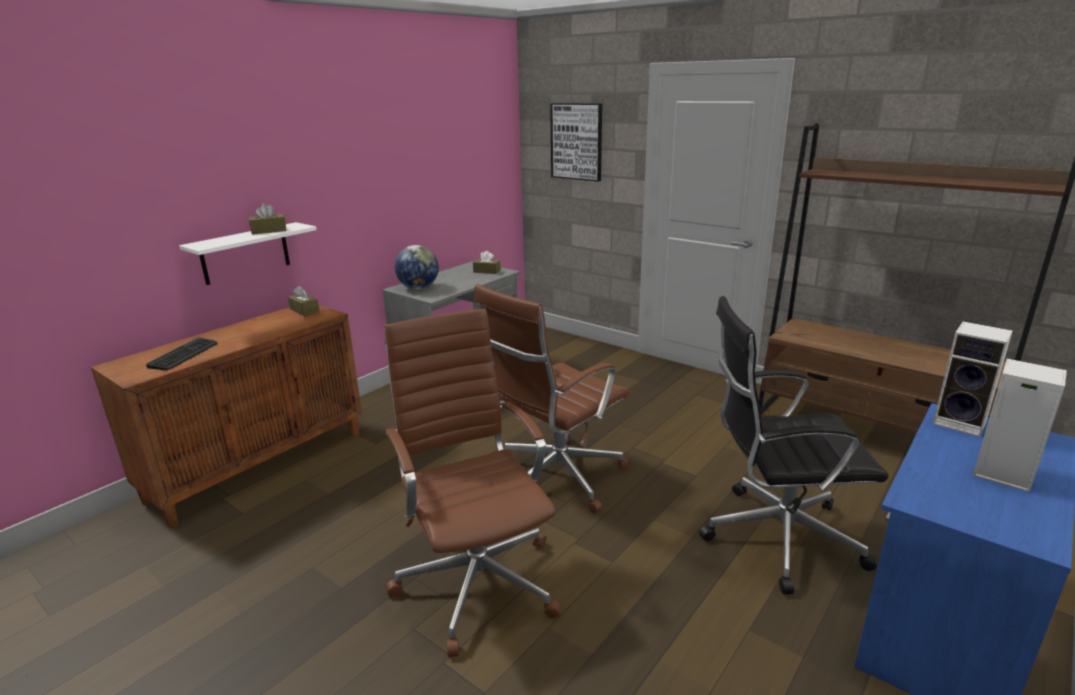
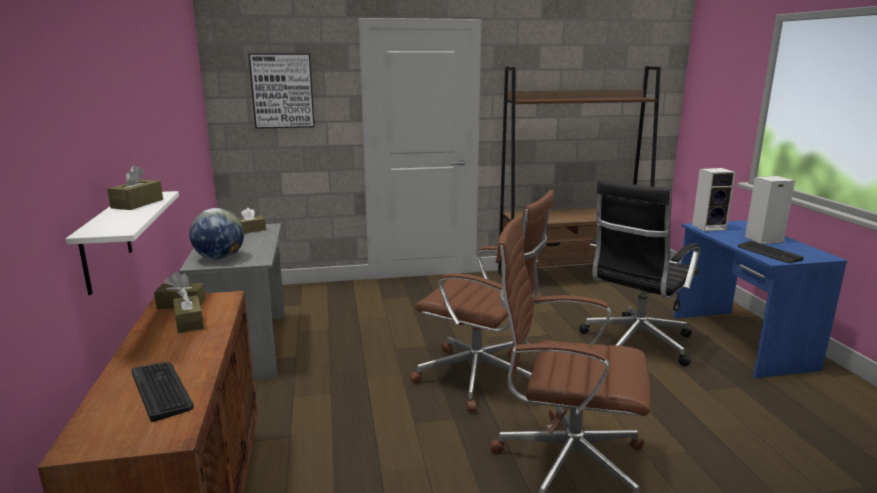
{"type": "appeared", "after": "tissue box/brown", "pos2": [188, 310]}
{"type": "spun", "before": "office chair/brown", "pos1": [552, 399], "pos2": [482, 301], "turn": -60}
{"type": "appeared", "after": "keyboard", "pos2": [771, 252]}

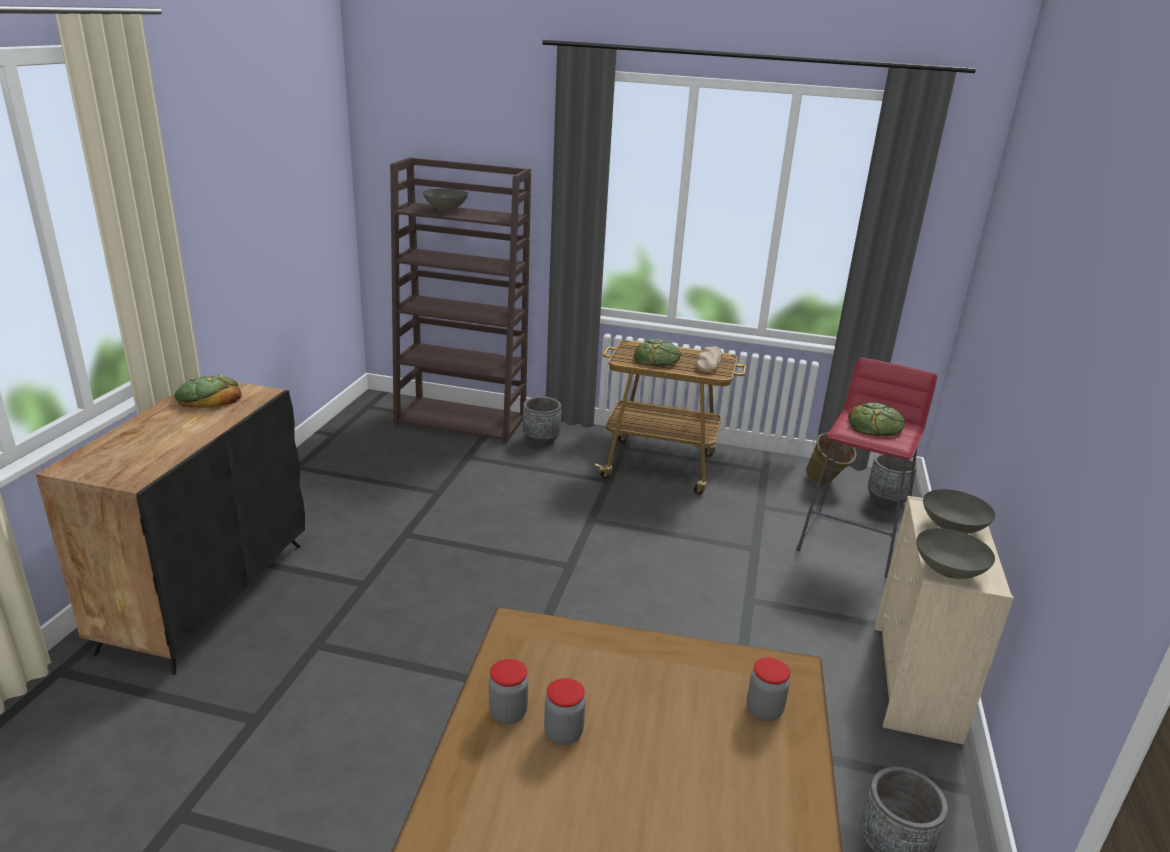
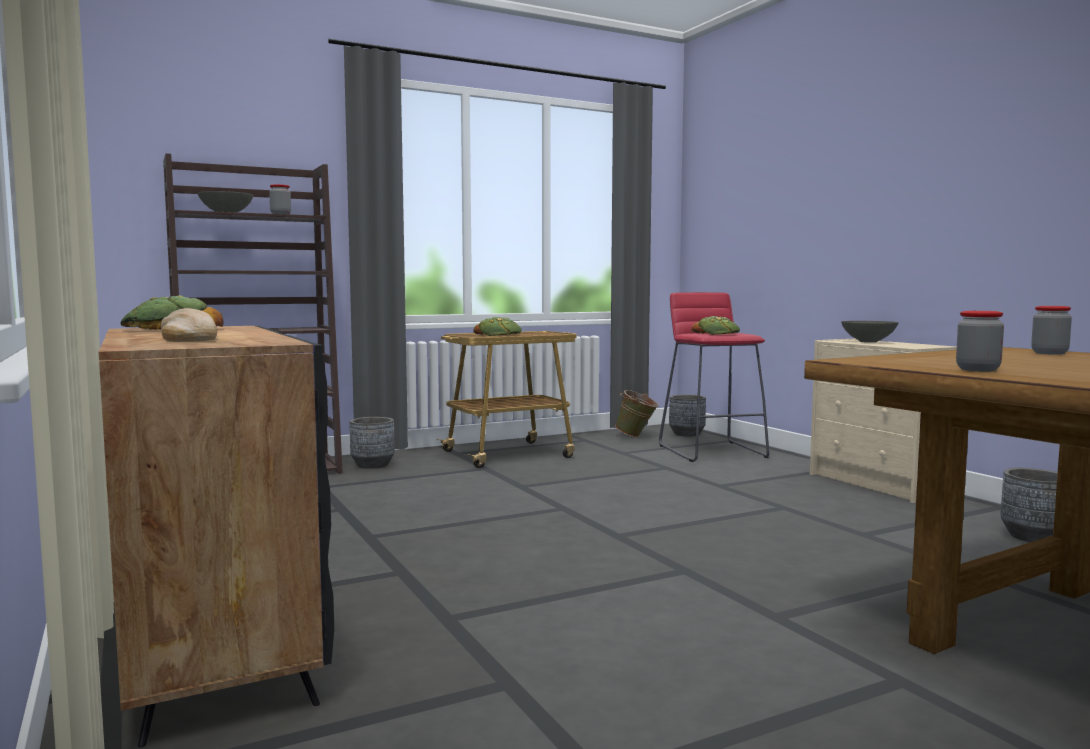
{"type": "relocated", "before": "bread", "pos1": [709, 359], "pos2": [189, 325]}
{"type": "relocated", "before": "jar", "pos1": [564, 711], "pos2": [280, 199]}
{"type": "missing", "before": "bowl/grey", "pos1": [955, 553]}

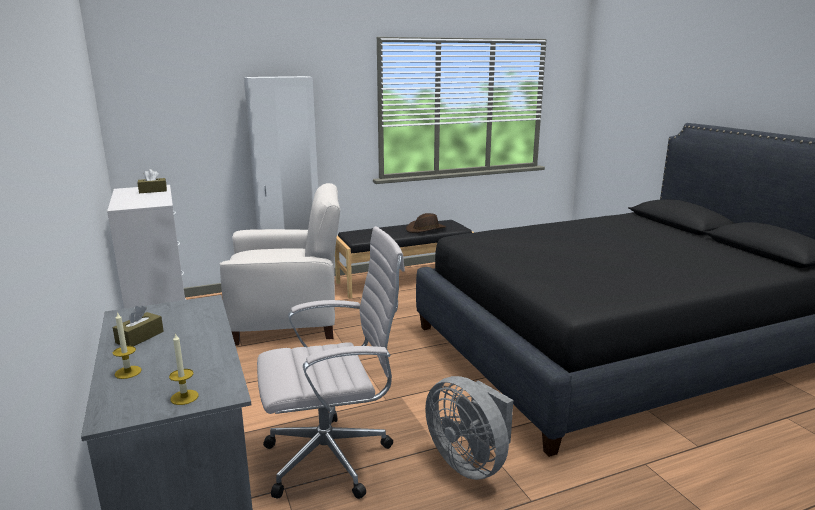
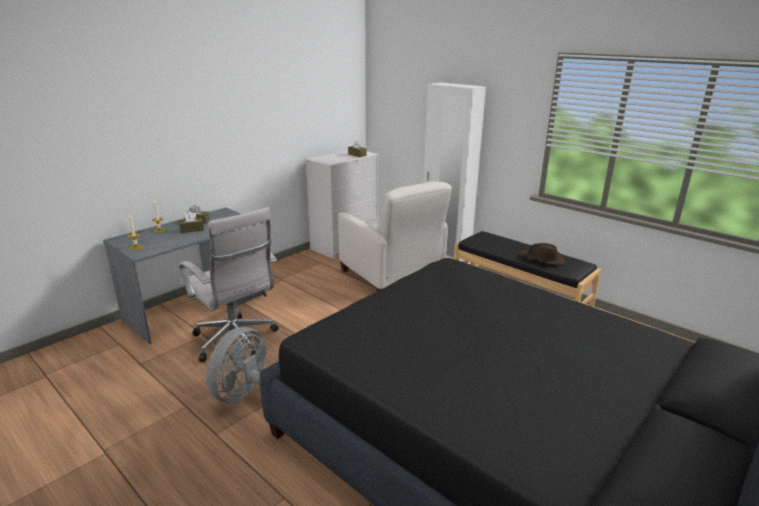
{"type": "appeared", "after": "tissue box/brown", "pos2": [191, 222]}

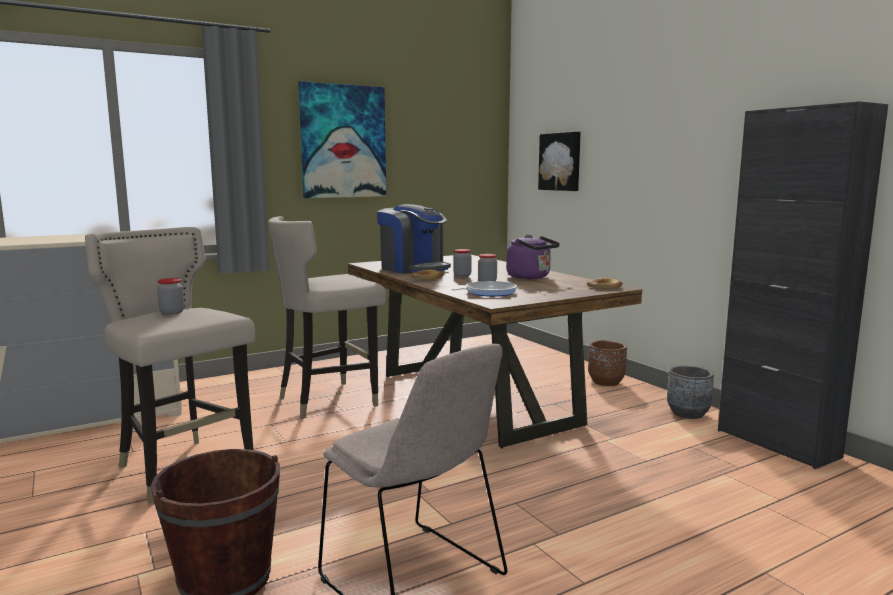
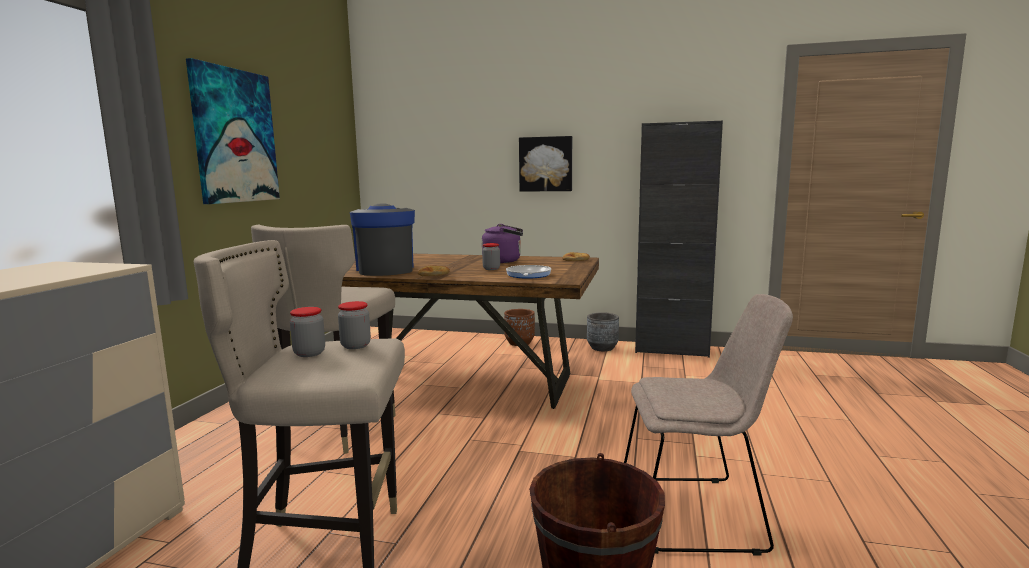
{"type": "relocated", "before": "jar", "pos1": [462, 263], "pos2": [354, 325]}
{"type": "spun", "before": "coffee machine", "pos1": [414, 239], "pos2": [382, 240], "turn": -105}
{"type": "relocated", "before": "picture", "pos1": [559, 161], "pos2": [545, 163]}

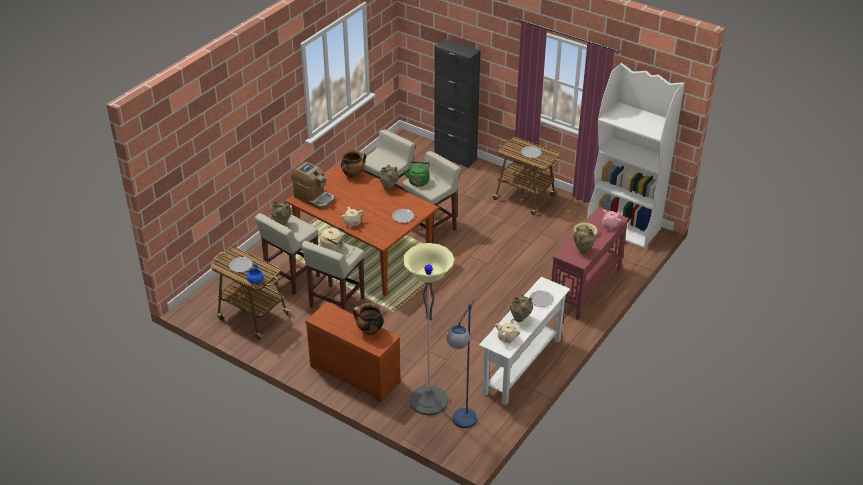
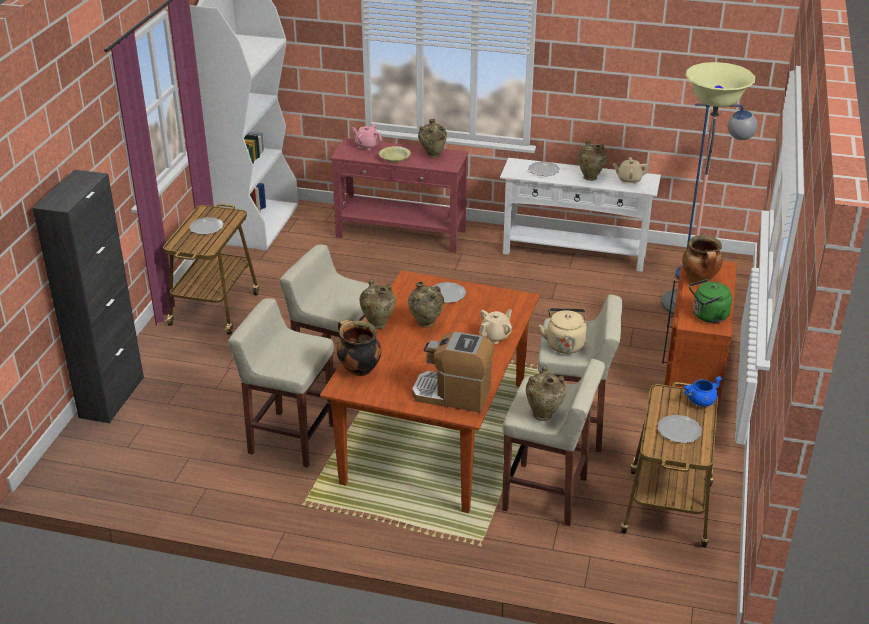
{"type": "appeared", "after": "vase/beige", "pos2": [426, 305]}
{"type": "spun", "before": "coffee machine", "pos1": [312, 186], "pos2": [453, 371], "turn": -90}
{"type": "relocated", "before": "kettle/green", "pos1": [417, 174], "pos2": [710, 301]}

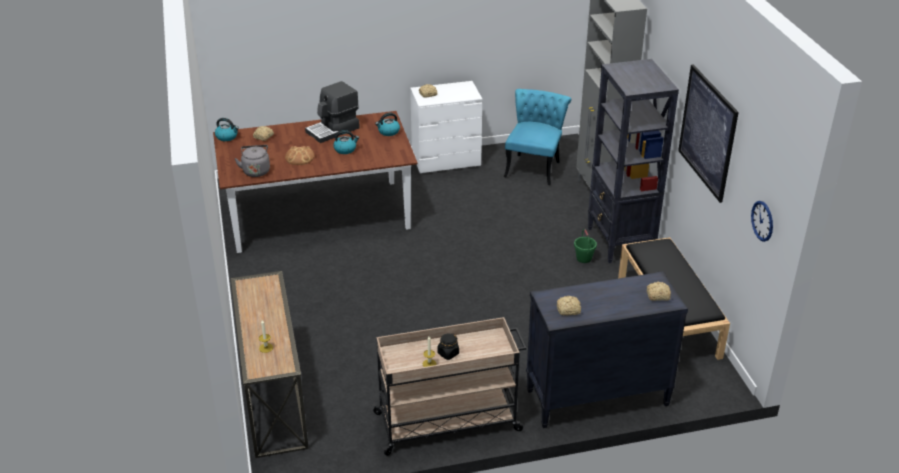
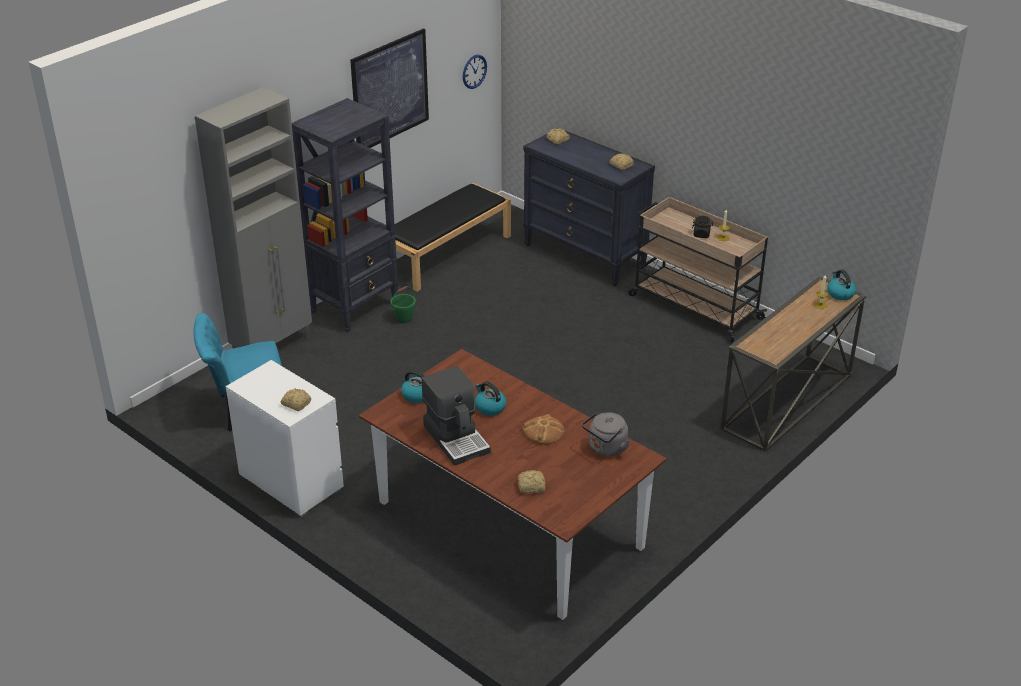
{"type": "spun", "before": "coffee machine", "pos1": [332, 112], "pos2": [456, 416], "turn": 45}
{"type": "relocated", "before": "kettle", "pos1": [227, 129], "pos2": [841, 285]}

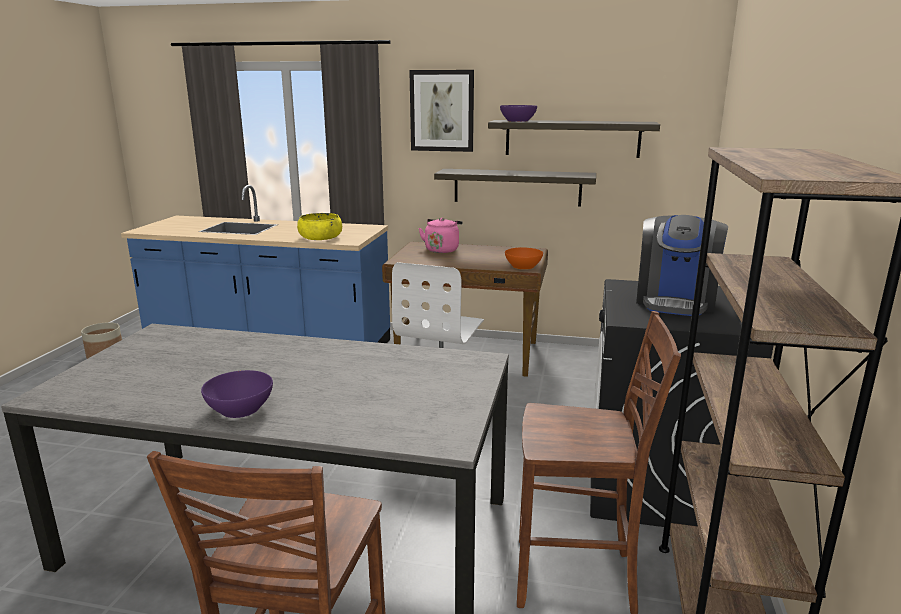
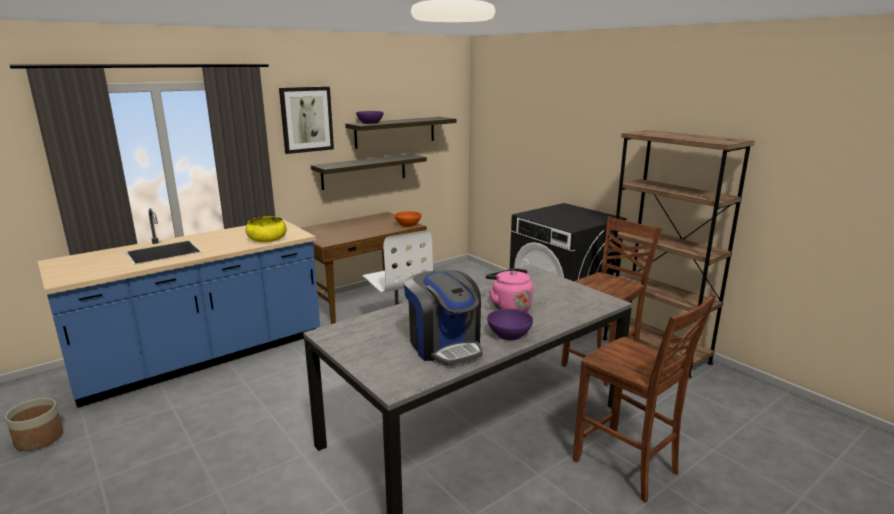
{"type": "relocated", "before": "coffee machine", "pos1": [682, 265], "pos2": [443, 318]}
{"type": "relocated", "before": "kettle/pink", "pos1": [440, 235], "pos2": [509, 289]}

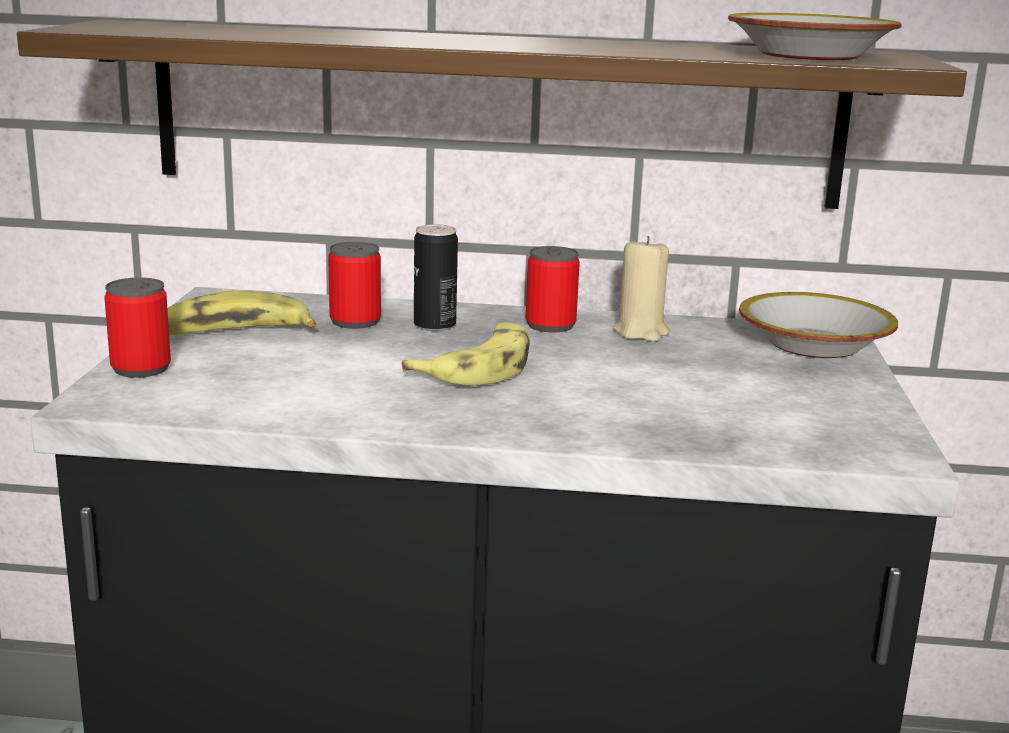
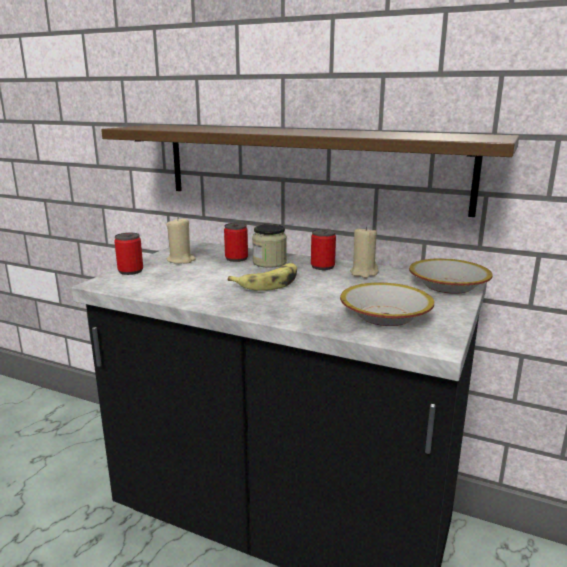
{"type": "exchanged", "before": "banana", "after": "candle/beige", "pos1": [241, 312], "pos2": [181, 241]}
{"type": "exchanged", "before": "can", "after": "jar", "pos1": [436, 277], "pos2": [269, 246]}
{"type": "relocated", "before": "bowl", "pos1": [815, 36], "pos2": [387, 304]}

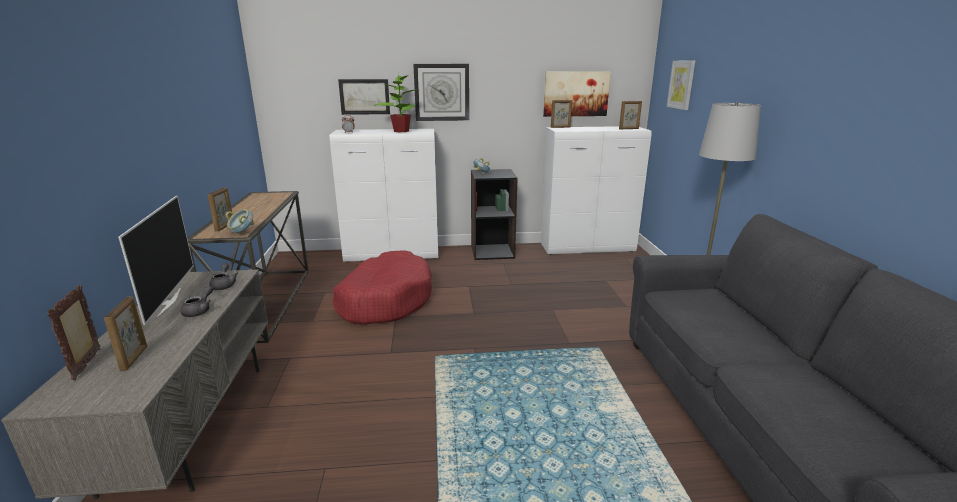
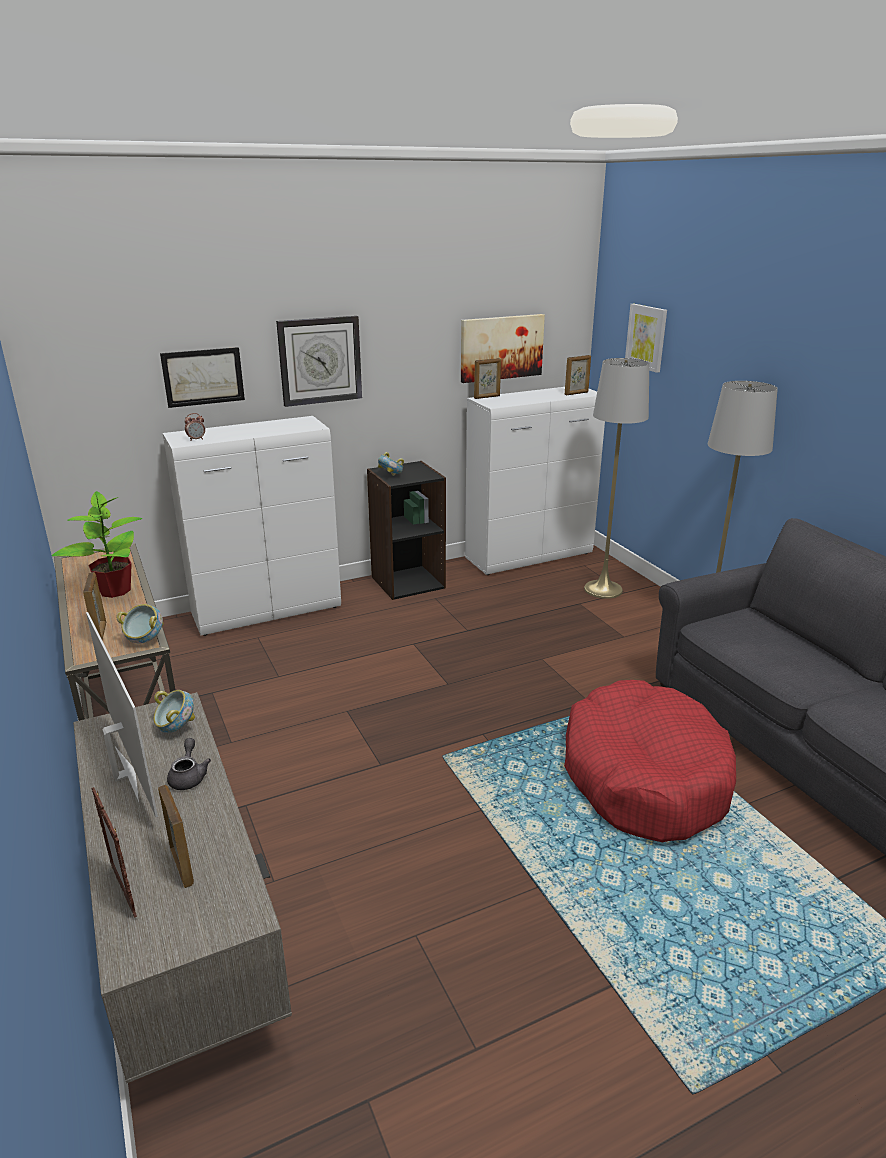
{"type": "relocated", "before": "potted plant", "pos1": [396, 103], "pos2": [97, 544]}
{"type": "exchanged", "before": "teapot/grey", "after": "bowl", "pos1": [223, 276], "pos2": [174, 711]}
{"type": "relocated", "before": "dog bed/red", "pos1": [382, 287], "pos2": [650, 761]}
{"type": "appeared", "after": "floor lamp/grey", "pos2": [616, 478]}

